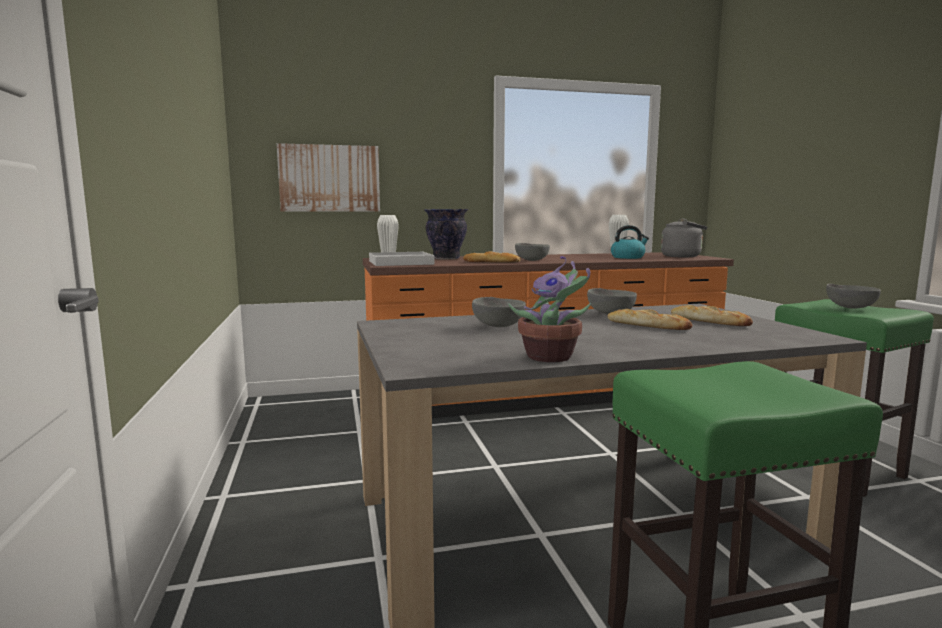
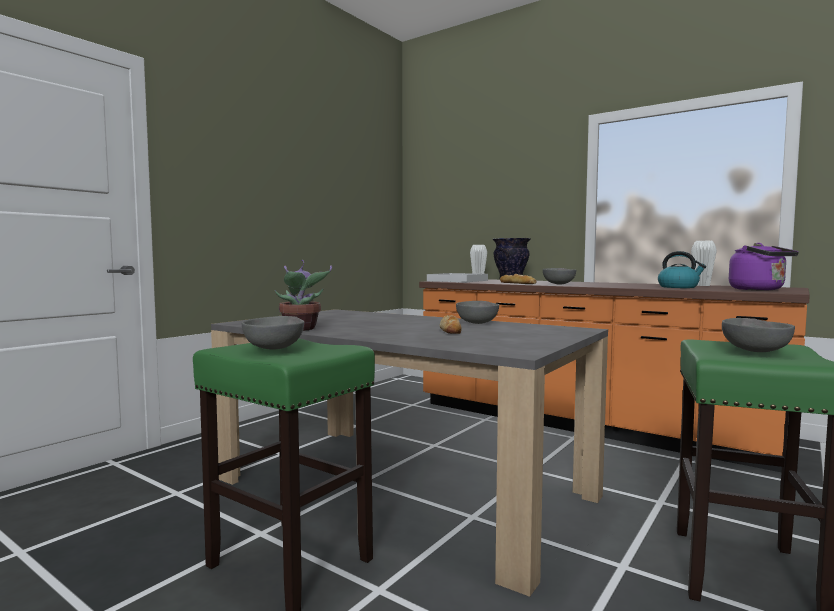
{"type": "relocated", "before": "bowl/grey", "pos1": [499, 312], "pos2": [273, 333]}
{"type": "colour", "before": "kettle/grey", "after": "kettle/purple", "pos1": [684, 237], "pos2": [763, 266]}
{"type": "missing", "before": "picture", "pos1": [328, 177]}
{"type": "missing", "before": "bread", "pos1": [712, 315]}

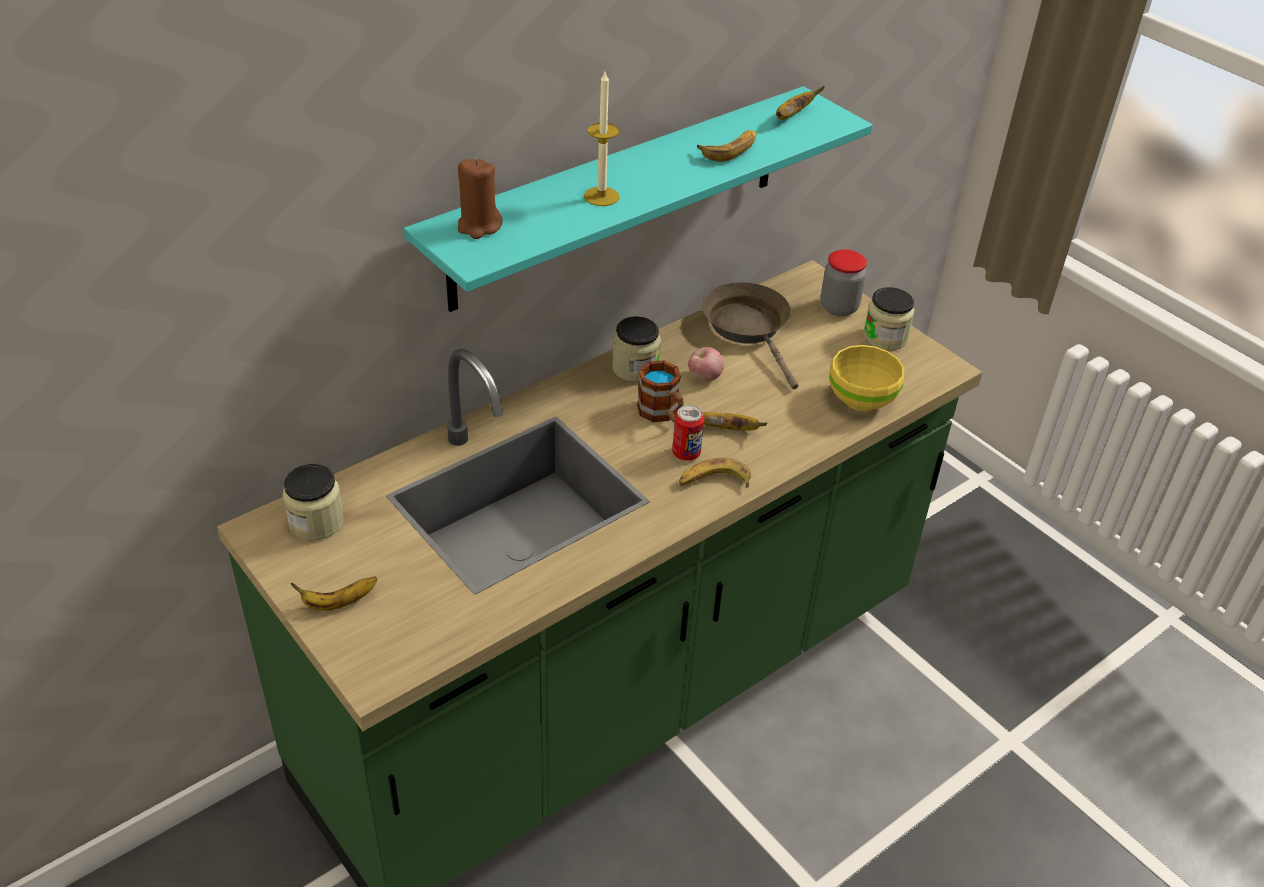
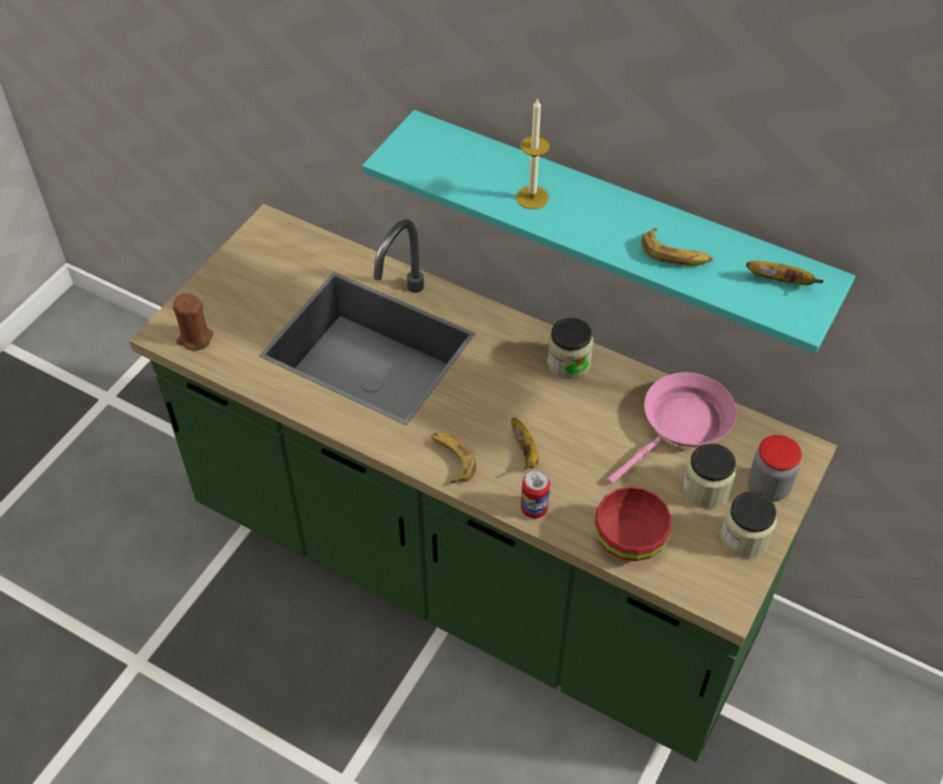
{"type": "relocated", "before": "candle/brown", "pos1": [480, 199], "pos2": [193, 321]}
{"type": "relocated", "before": "can", "pos1": [688, 433], "pos2": [535, 494]}
{"type": "colour", "before": "bowl/yellow", "after": "bowl/red", "pos1": [866, 378], "pos2": [633, 523]}
{"type": "colour", "before": "frying pan/brown", "after": "frying pan/pink", "pos1": [750, 335], "pos2": [672, 428]}
{"type": "relocated", "before": "jar", "pos1": [313, 502], "pos2": [709, 476]}
{"type": "missing", "before": "banana", "pos1": [334, 594]}
{"type": "missing", "before": "mug", "pos1": [660, 391]}
{"type": "missing", "before": "apple", "pos1": [706, 364]}

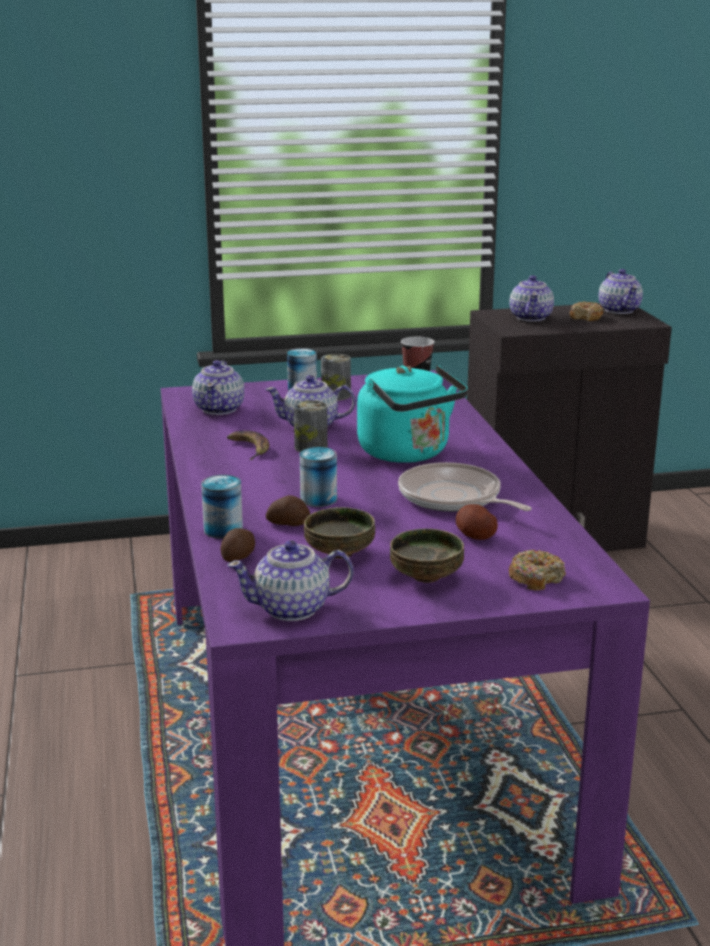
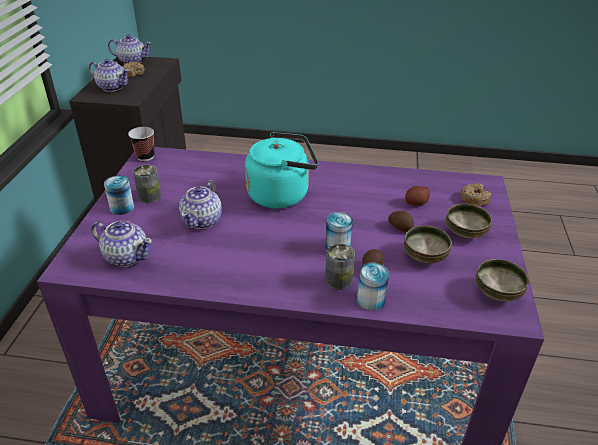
{"type": "relocated", "before": "can", "pos1": [311, 426], "pos2": [340, 266]}
{"type": "relocated", "before": "potato", "pos1": [237, 545], "pos2": [401, 221]}
{"type": "exchanged", "before": "teapot", "after": "bowl", "pos1": [290, 580], "pos2": [502, 280]}
{"type": "missing", "before": "banana", "pos1": [248, 445]}
{"type": "missing", "before": "frying pan", "pos1": [465, 487]}

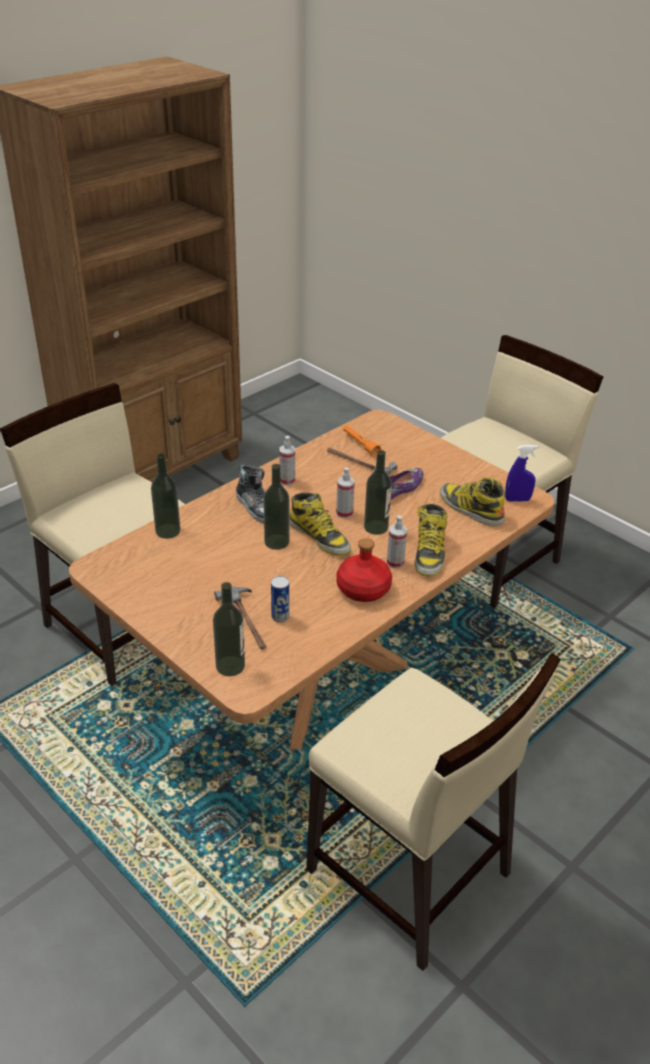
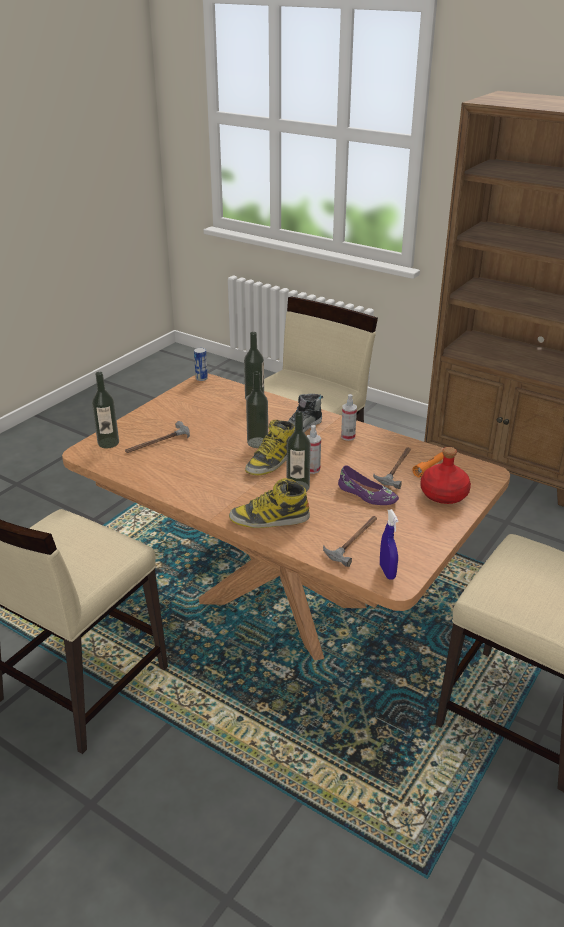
{"type": "relocated", "before": "can", "pos1": [280, 599], "pos2": [201, 364]}
{"type": "exchanged", "before": "boot", "after": "hammer", "pos1": [473, 501], "pos2": [350, 541]}
{"type": "relocated", "before": "bottle/red", "pos1": [364, 570], "pos2": [445, 475]}
{"type": "missing", "before": "spray bottle", "pos1": [397, 542]}

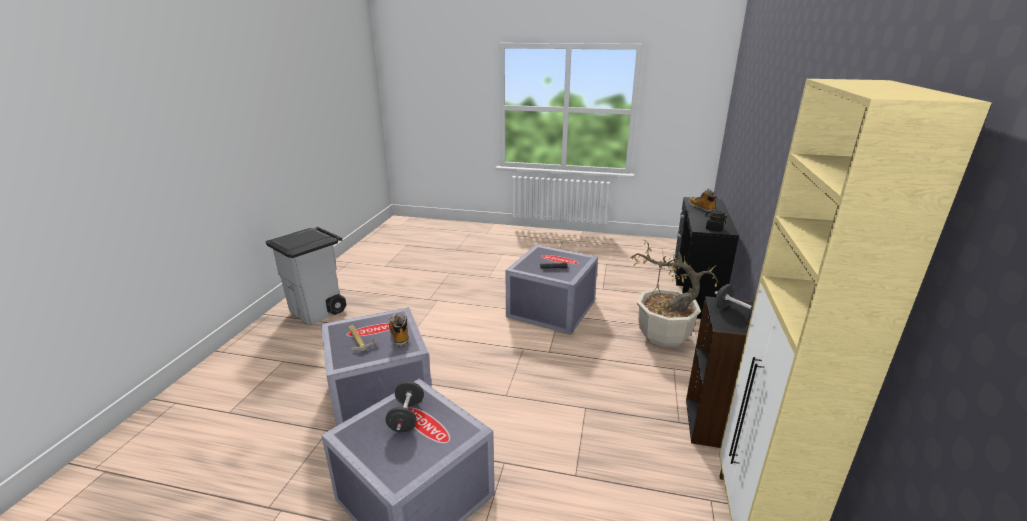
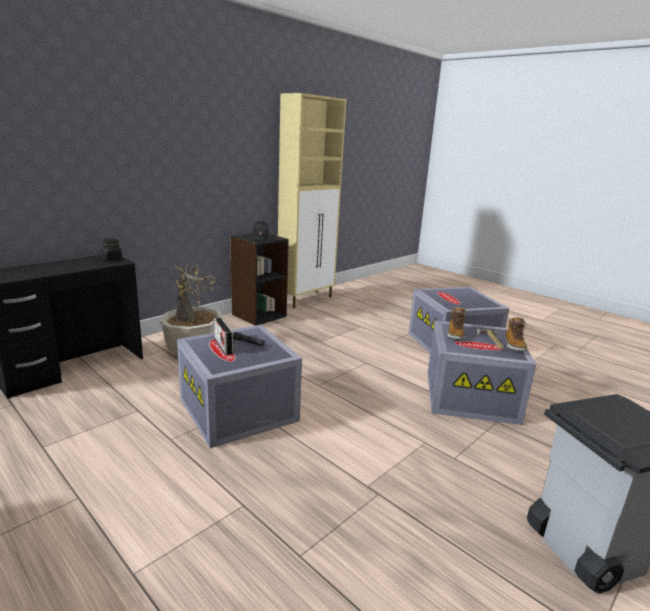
{"type": "appeared", "after": "radio", "pos2": [224, 336]}
{"type": "relocated", "before": "boot", "pos1": [702, 200], "pos2": [516, 334]}
{"type": "missing", "before": "dumbbell/black", "pos1": [405, 407]}

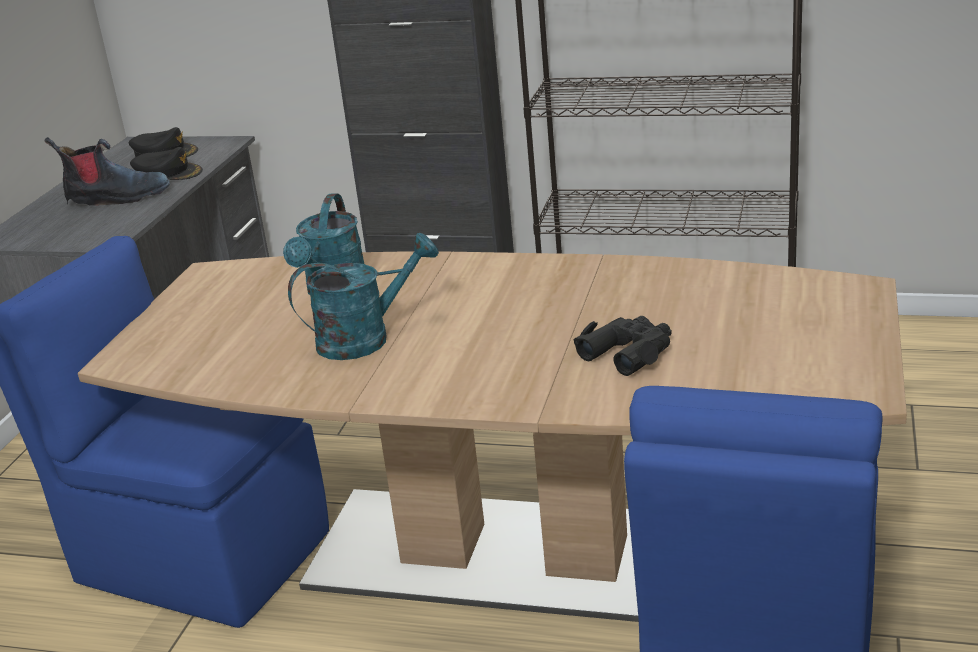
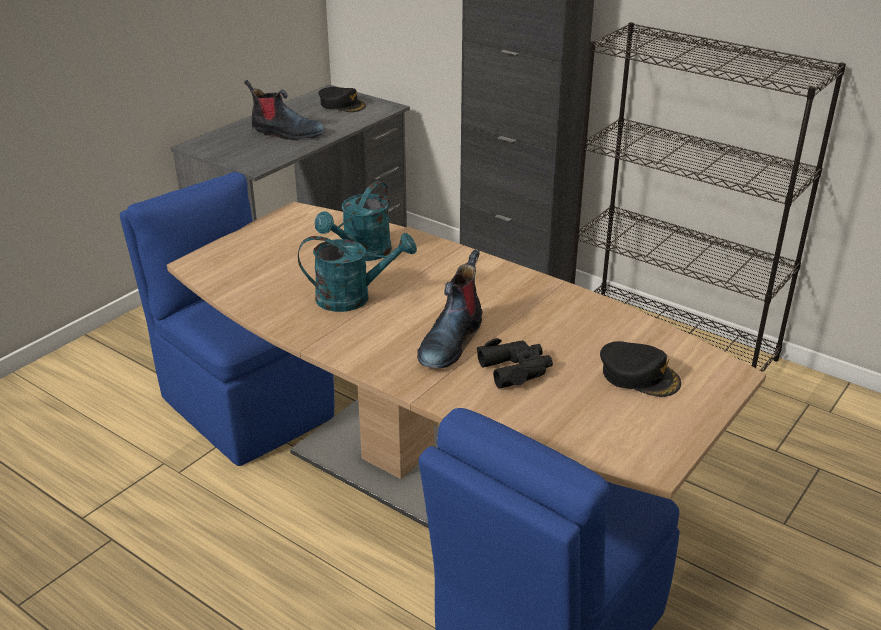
{"type": "appeared", "after": "boot", "pos2": [449, 309]}
{"type": "relocated", "before": "cap/black", "pos1": [166, 163], "pos2": [640, 369]}

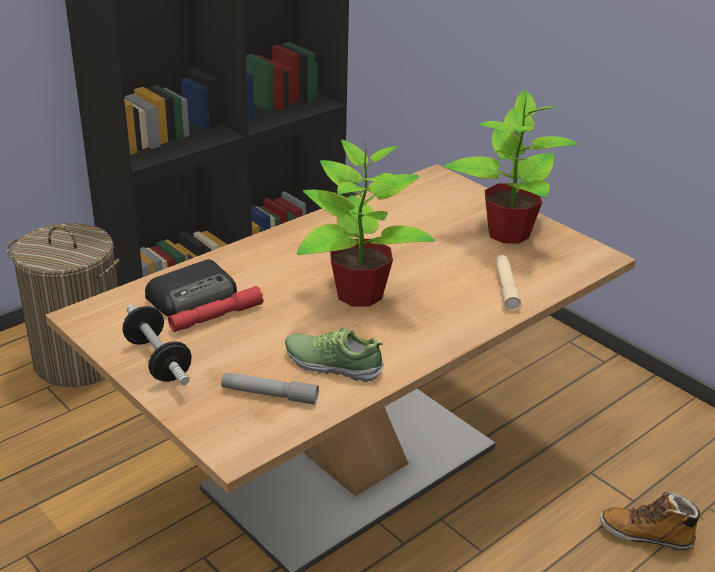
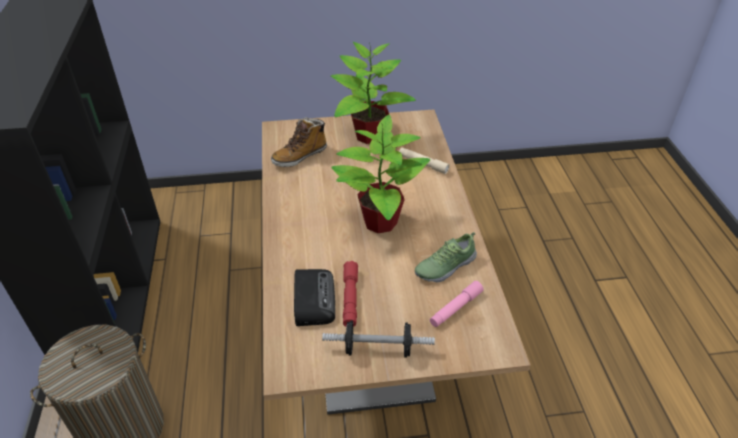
{"type": "relocated", "before": "boot", "pos1": [651, 520], "pos2": [299, 142]}
{"type": "colour", "before": "flashlight/grey", "after": "flashlight/pink", "pos1": [270, 389], "pos2": [457, 304]}

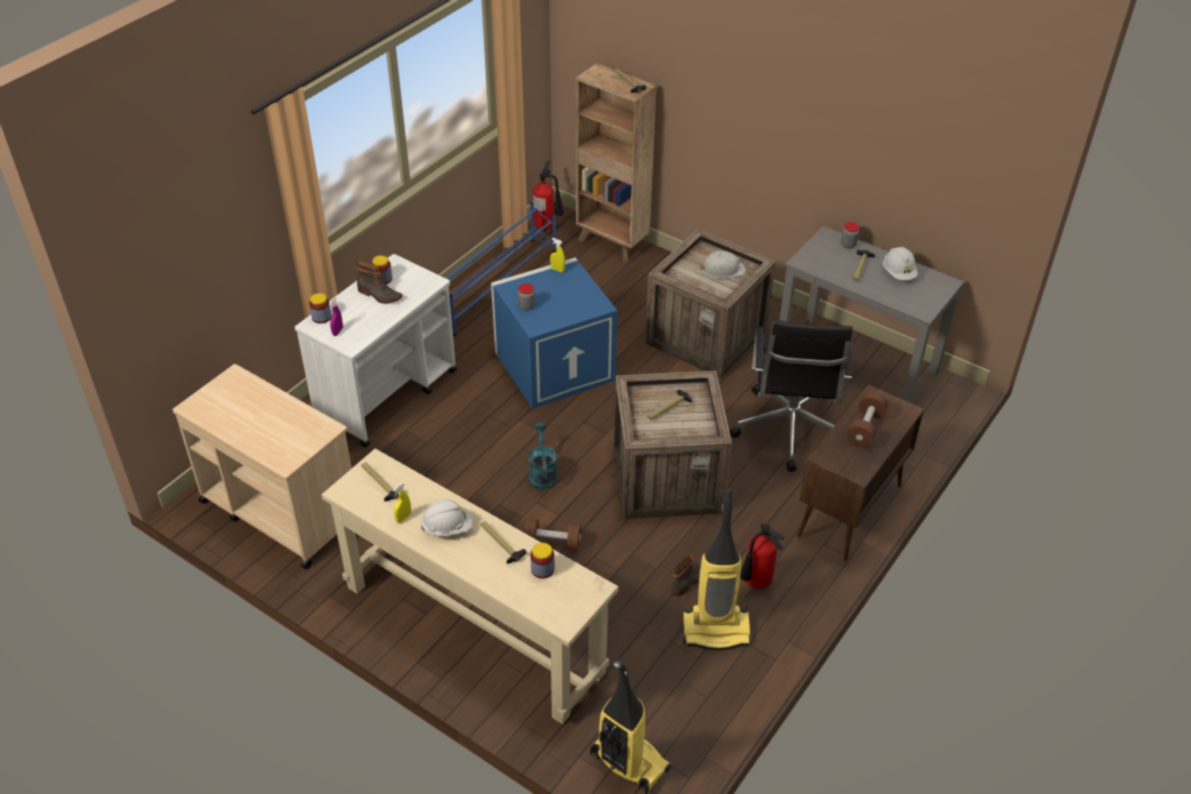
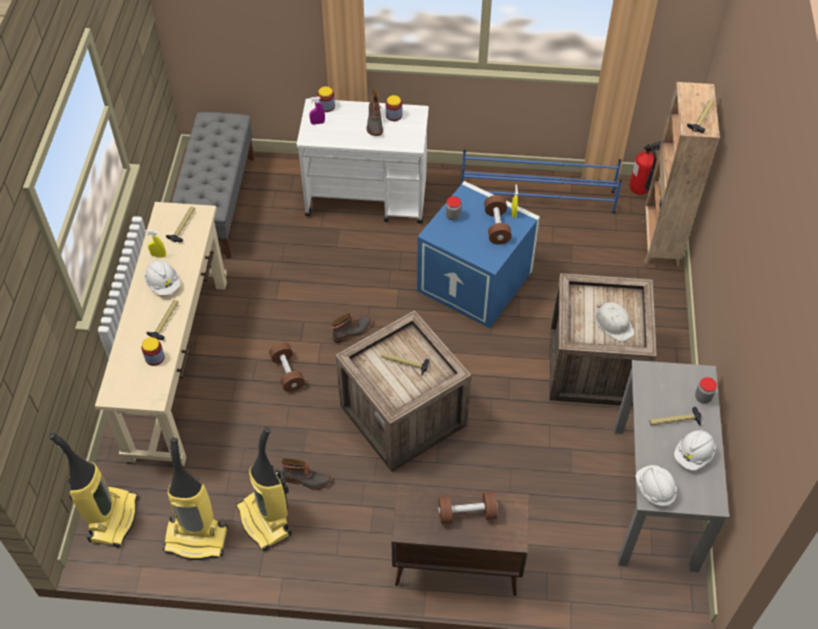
{"type": "appeared", "after": "vacuum cleaner", "pos2": [195, 499]}
{"type": "exchanged", "before": "cart/beige", "after": "bench/grey", "pos1": [262, 466], "pos2": [213, 185]}
{"type": "exchanged", "before": "watering can/turquoise", "after": "boot", "pos1": [542, 456], "pos2": [351, 328]}
{"type": "appeared", "after": "dumbbell/brown", "pos2": [498, 220]}
{"type": "appeared", "after": "hard hat/white", "pos2": [656, 486]}
{"type": "missing", "before": "office chair/black", "pos1": [791, 396]}
{"type": "missing", "before": "fire extinguisher", "pos1": [762, 556]}

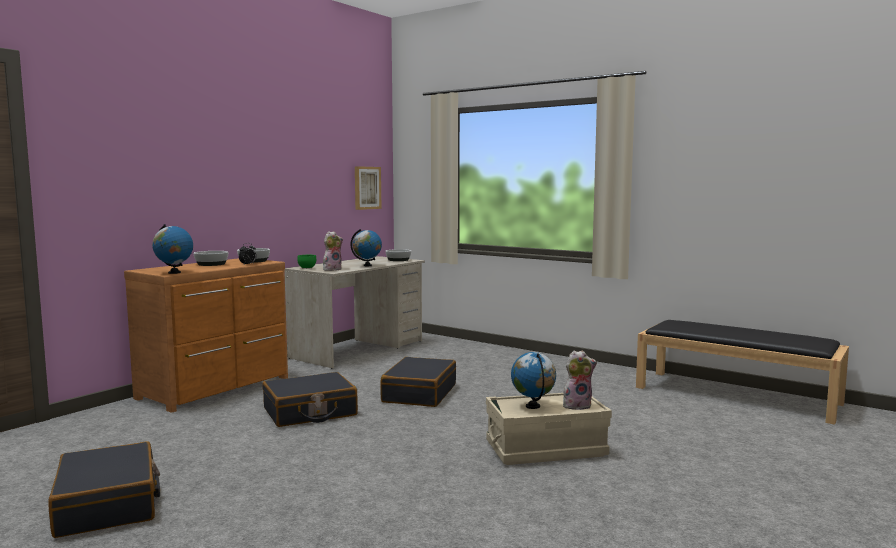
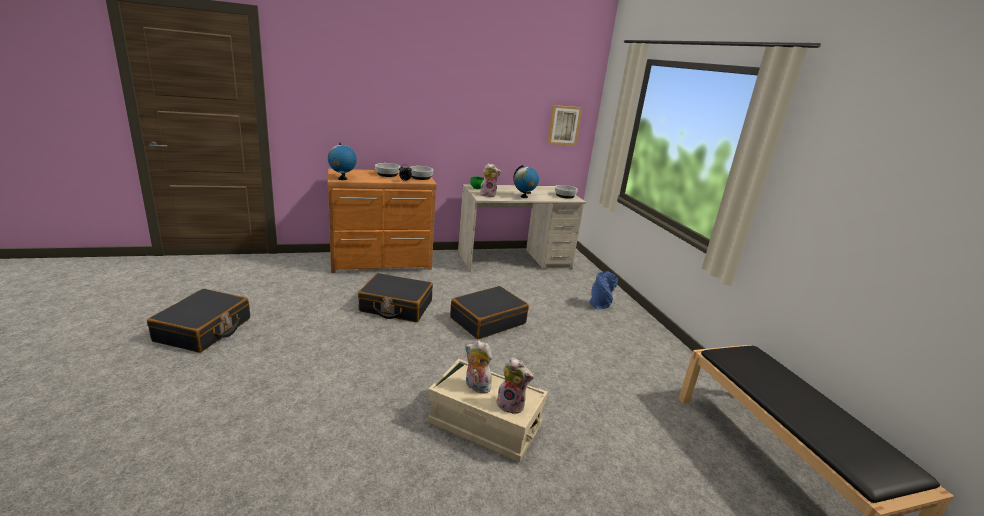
{"type": "exchanged", "before": "globe", "after": "plush toy", "pos1": [533, 380], "pos2": [478, 367]}
{"type": "appeared", "after": "vase/blue", "pos2": [603, 290]}

